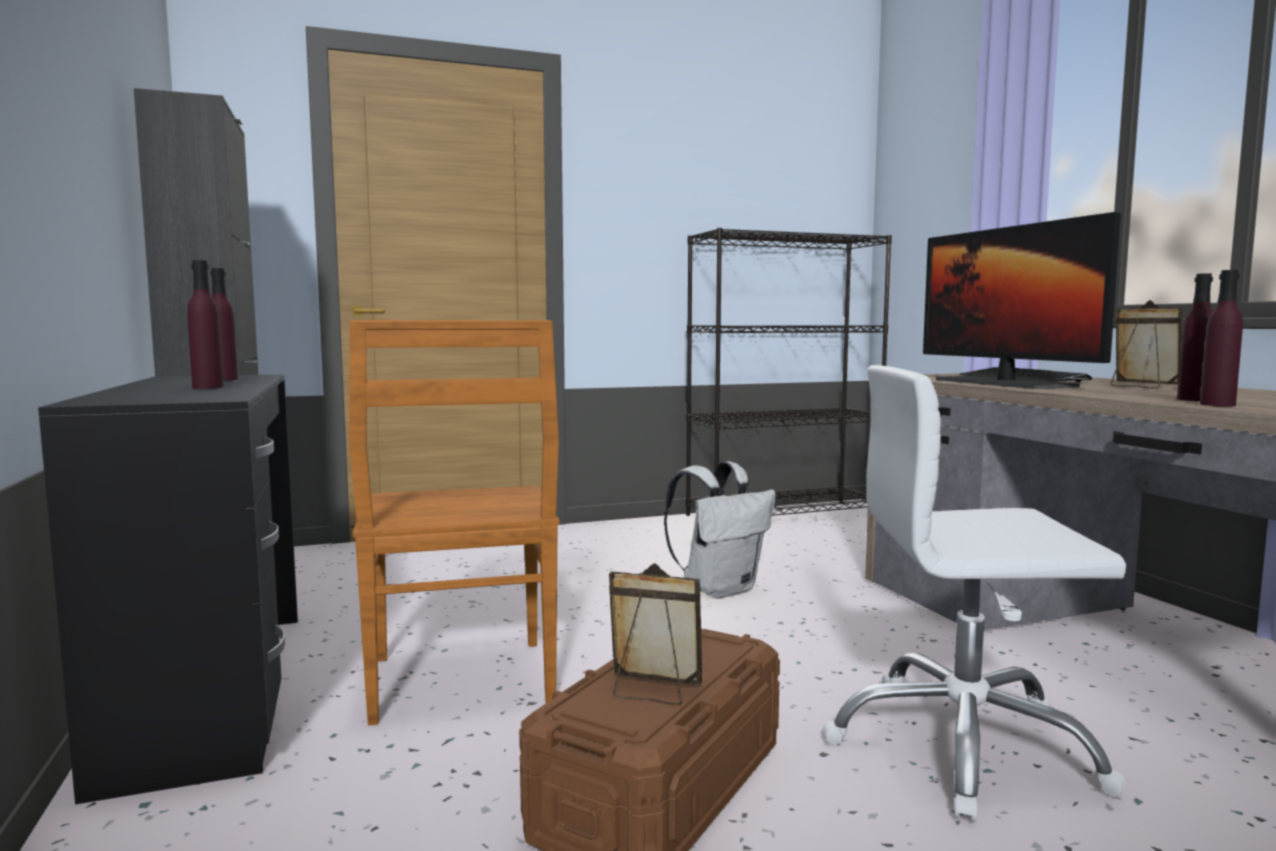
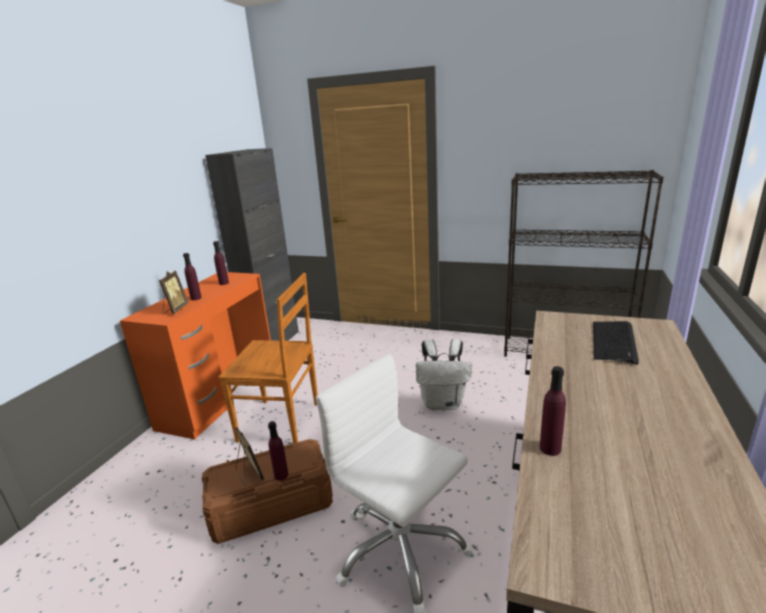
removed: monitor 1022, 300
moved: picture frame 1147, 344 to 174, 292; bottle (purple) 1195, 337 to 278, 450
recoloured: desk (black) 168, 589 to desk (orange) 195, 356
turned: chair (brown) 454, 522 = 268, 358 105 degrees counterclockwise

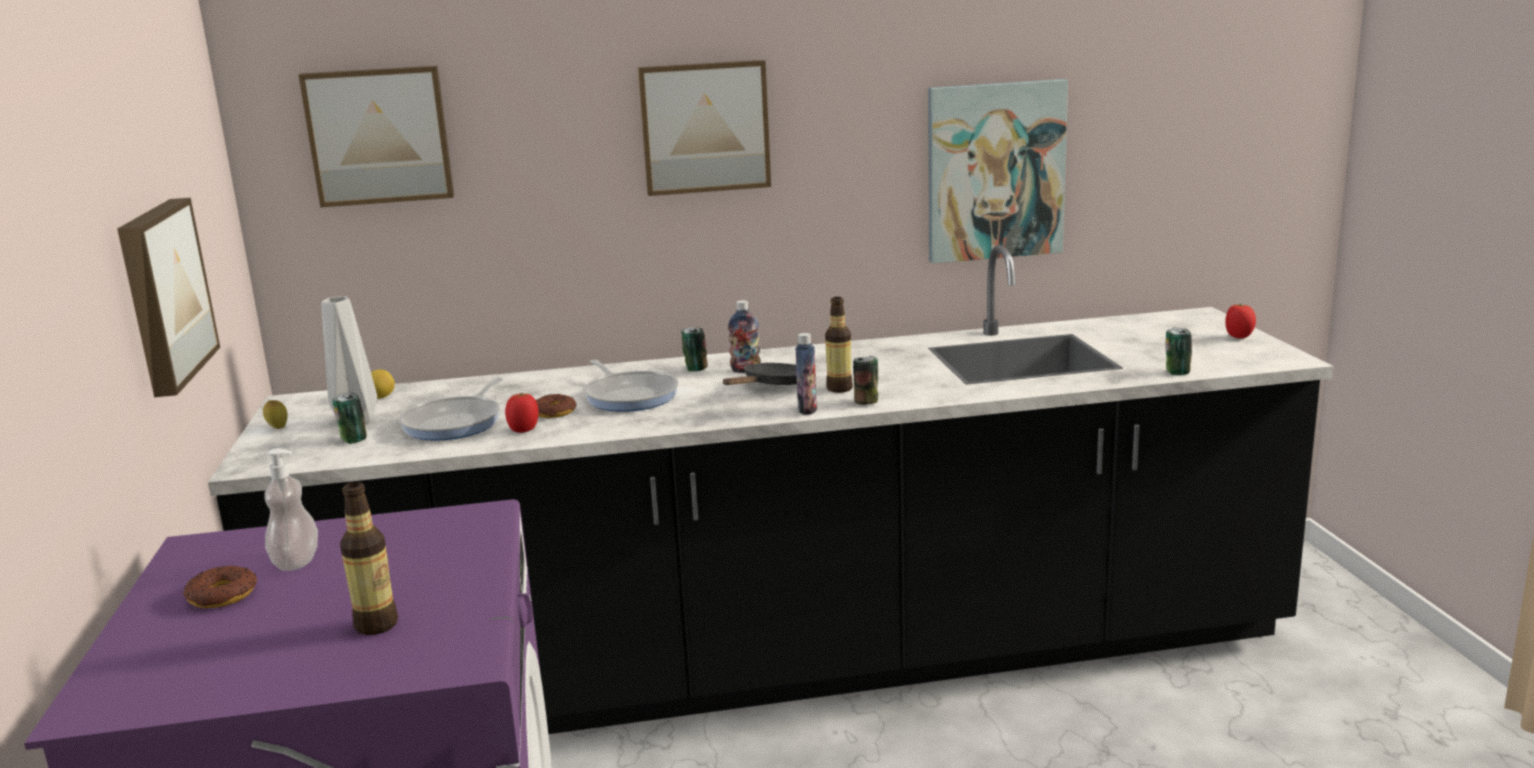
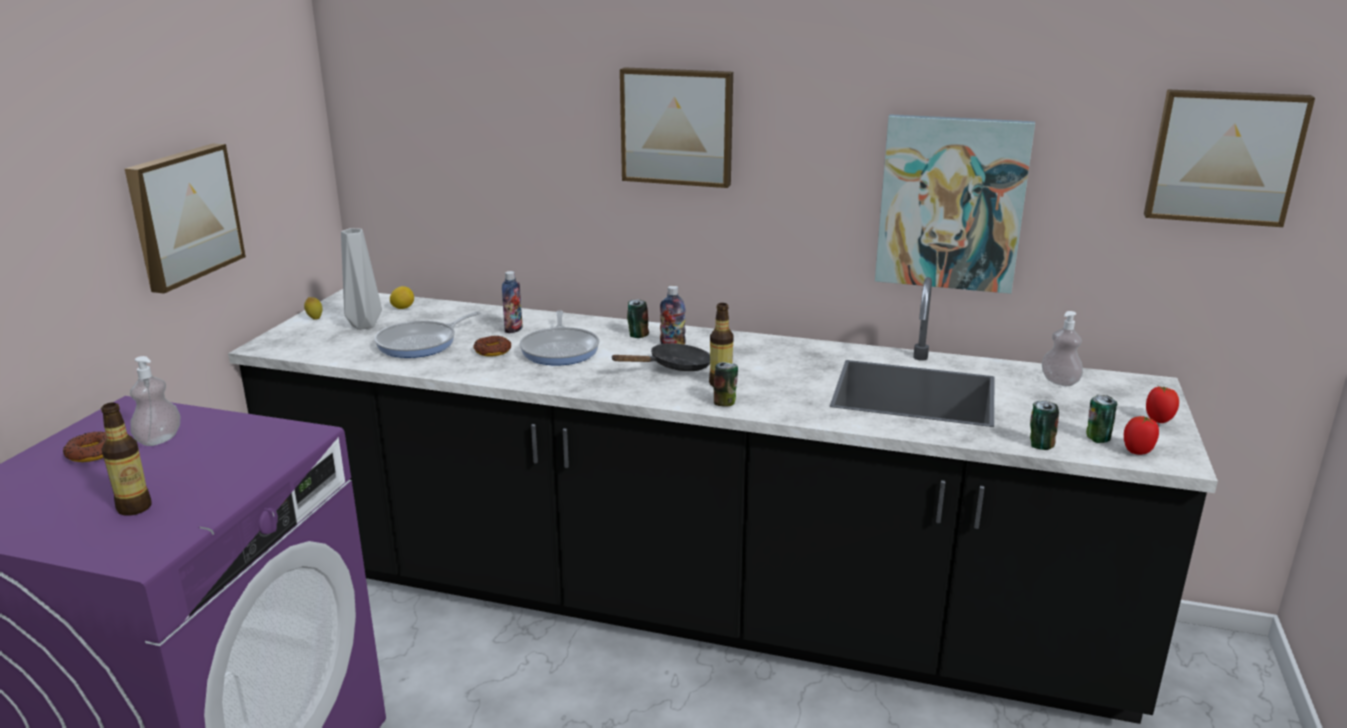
added: soap dispenser 1062, 348
moved: bottle 806, 374 to 512, 302; can 349, 418 to 1101, 419; tomato 522, 413 to 1141, 435; picture 376, 137 to 1229, 158

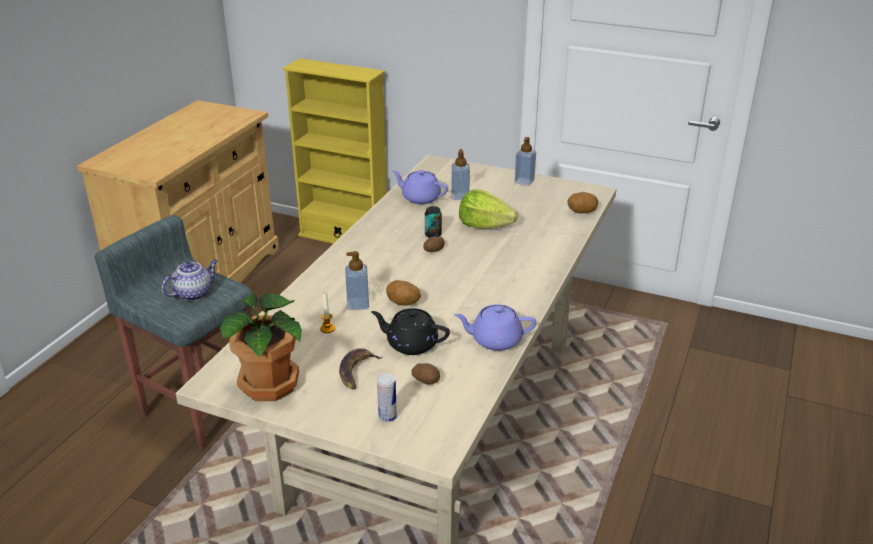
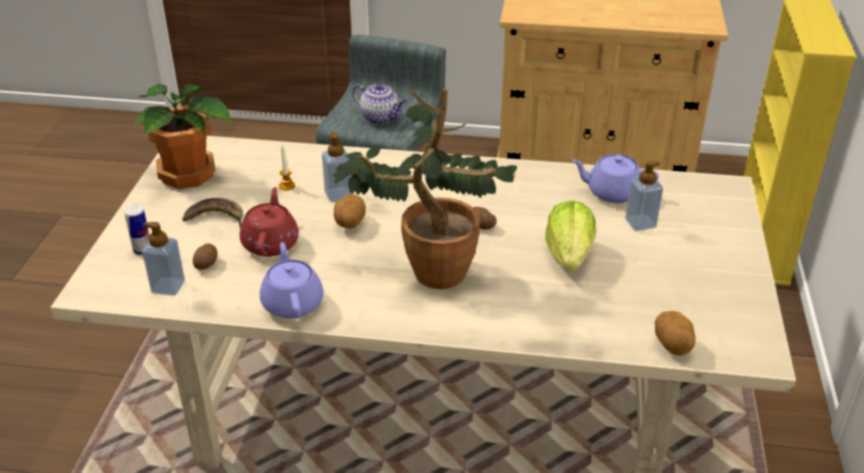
removed: can 433, 222
added: potted plant 425, 189
moved: soap dispenser 525, 161 to 163, 259
recoloured: teapot (black) 410, 331 to teapot (red) 269, 222
turned: teapot (purple) 420, 187 = 615, 178 90 degrees counterclockwise

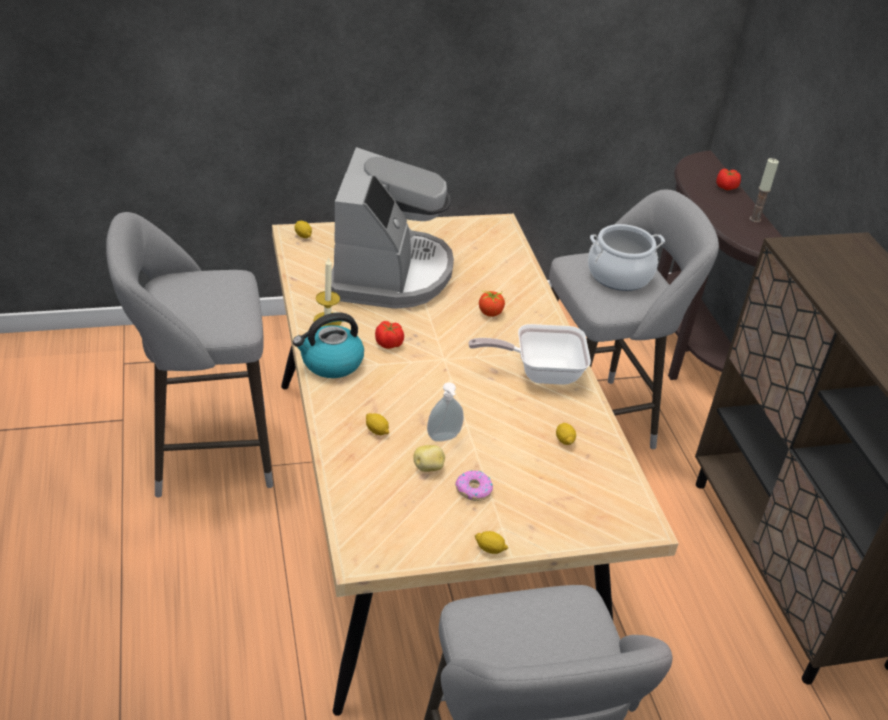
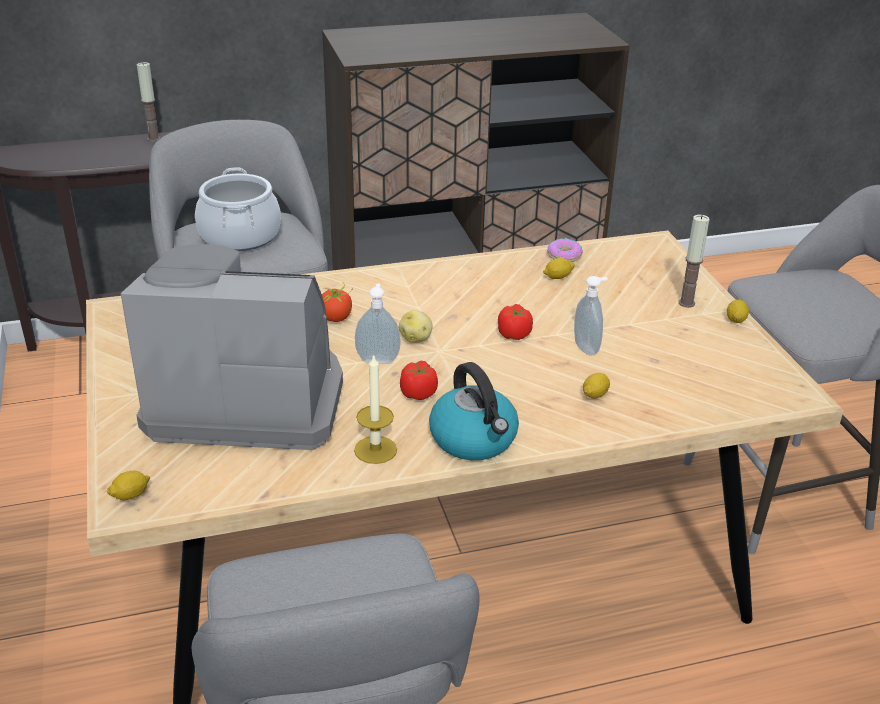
removed: frying pan 529, 354
added: soap dispenser 377, 324; candle 694, 261
moved: potato 429, 458 to 416, 326; tomato 728, 179 to 515, 322; donut 474, 486 to 565, 250

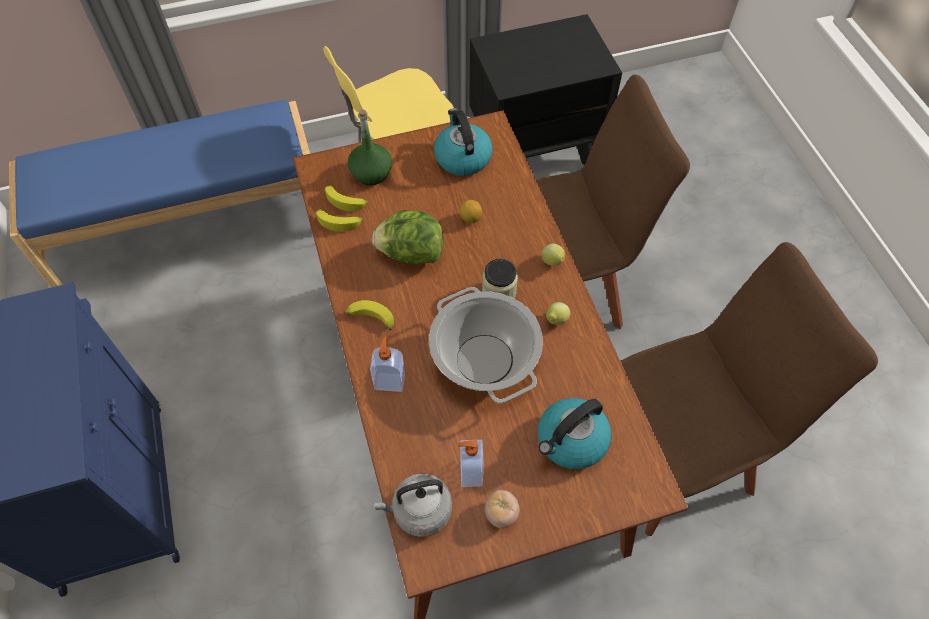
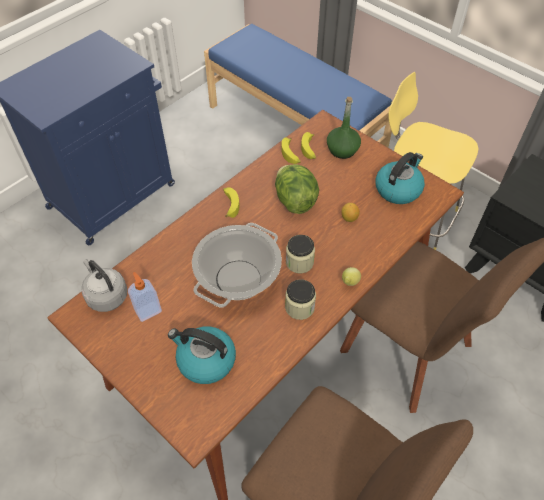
removed: soap dispenser 387, 364; tomato 502, 509
replaced: lemon 558, 313 to jar 300, 299

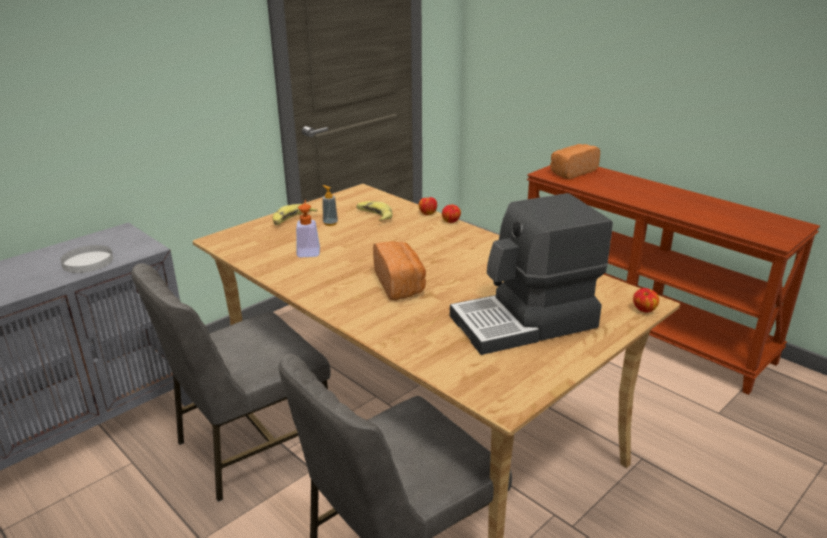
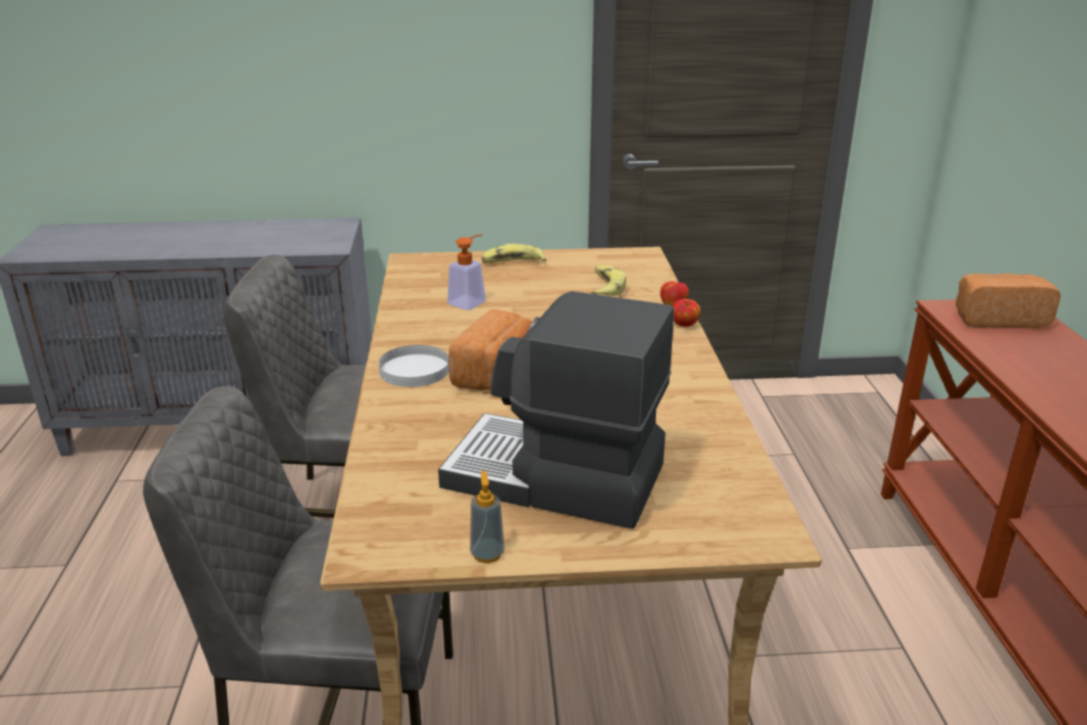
removed: apple 646, 300
moved: plate (white) 86, 259 to 414, 366; soap dispenser 330, 205 to 487, 516

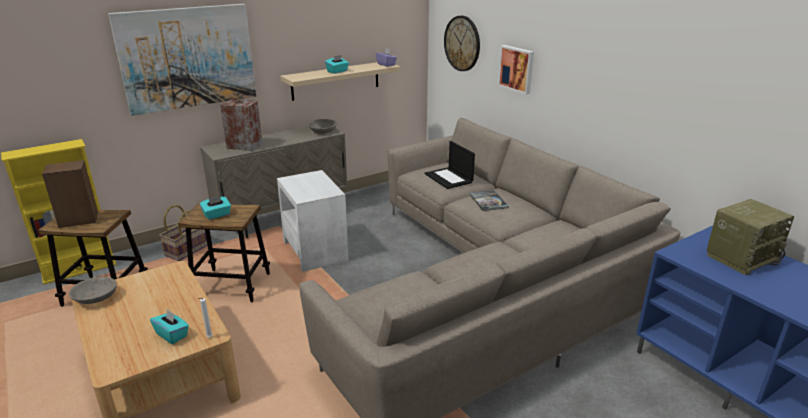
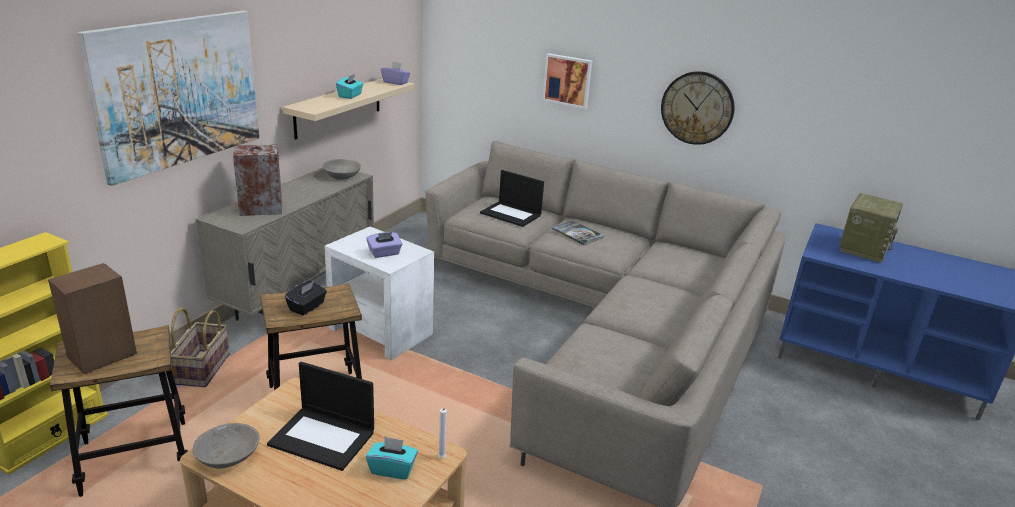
added: laptop 320, 416; tissue box (purple) 384, 245
moved: wall clock 462, 43 to 698, 108
recoloured: tissue box (turquoise) 215, 208 to tissue box (black) 306, 297

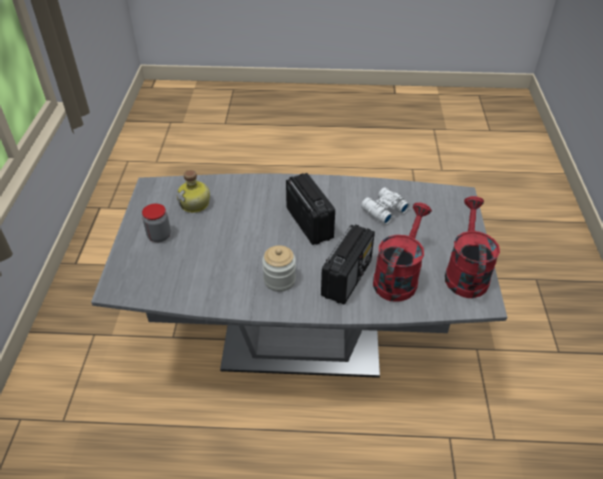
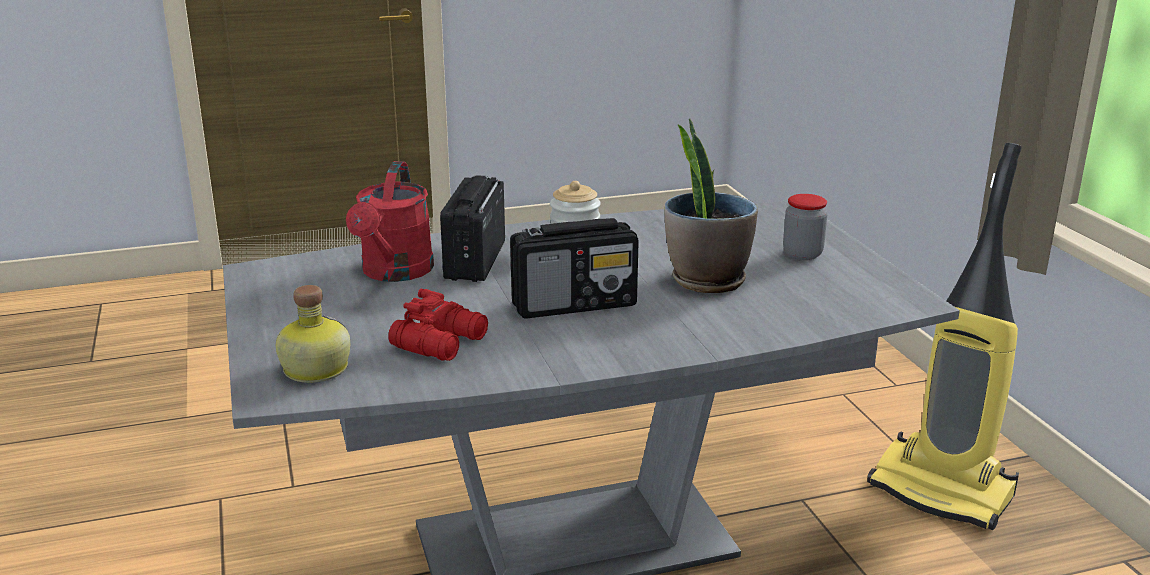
removed: watering can (red) 472, 247
added: potted plant 711, 205; vacuum cleaner 944, 336
moved: bottle 193, 191 to 313, 334
recoloured: binoculars (white) 385, 206 to binoculars (red) 438, 325
turned: radio 310, 209 = 574, 268 60 degrees counterclockwise

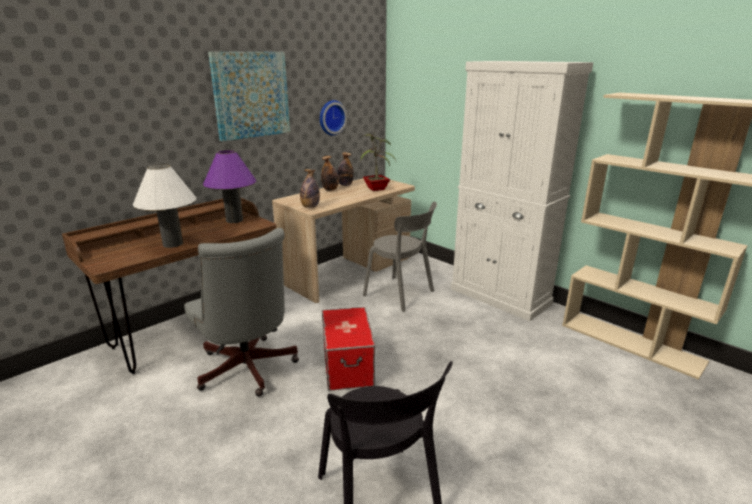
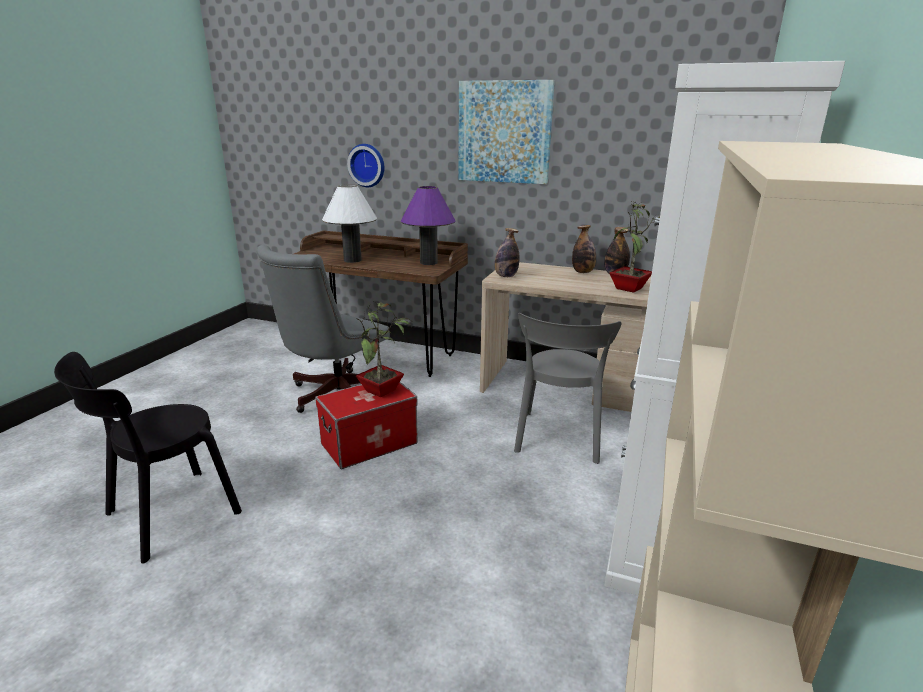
added: potted plant 383, 349
moved: wall clock 333, 118 to 365, 165

